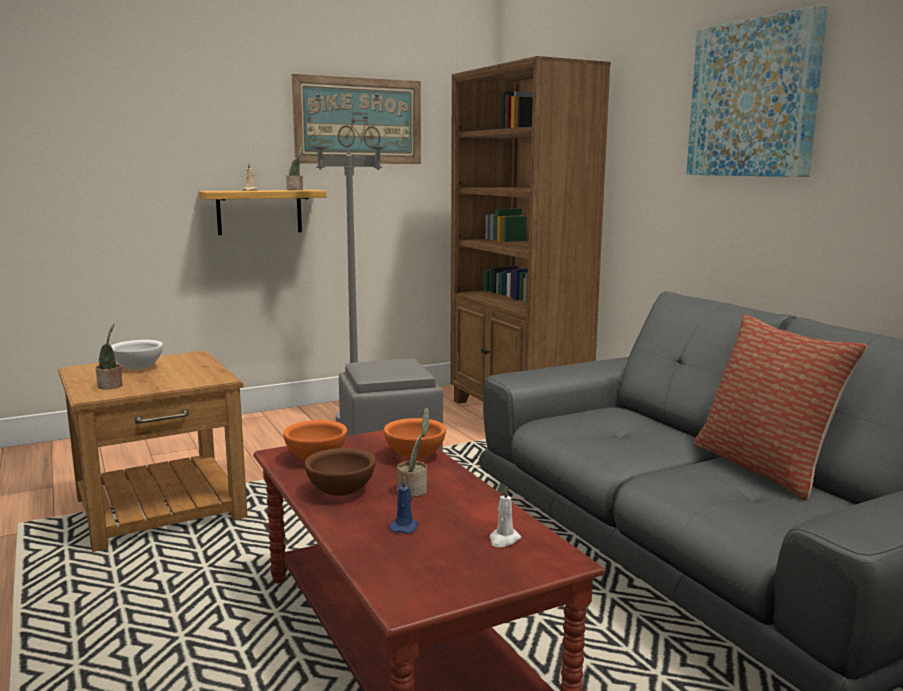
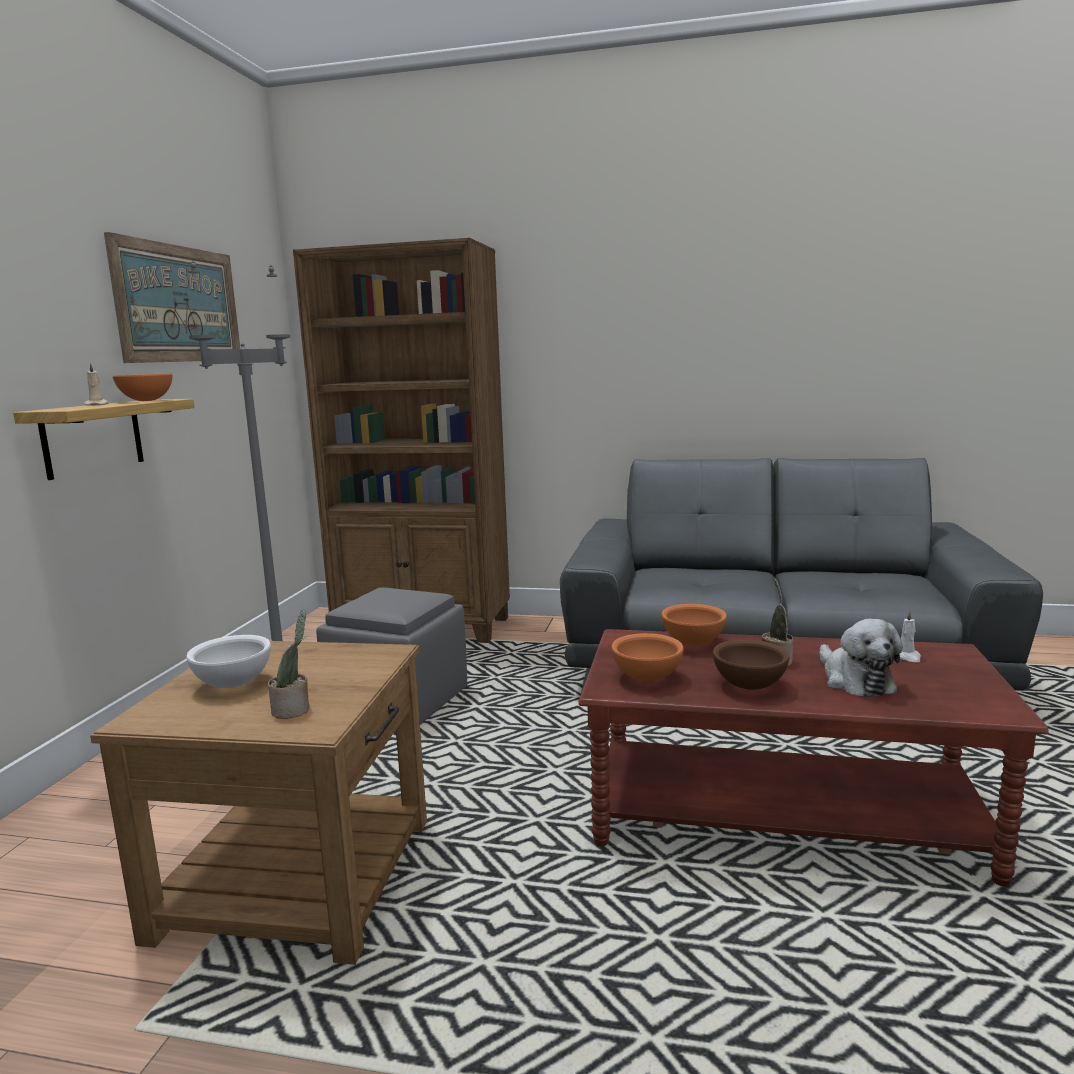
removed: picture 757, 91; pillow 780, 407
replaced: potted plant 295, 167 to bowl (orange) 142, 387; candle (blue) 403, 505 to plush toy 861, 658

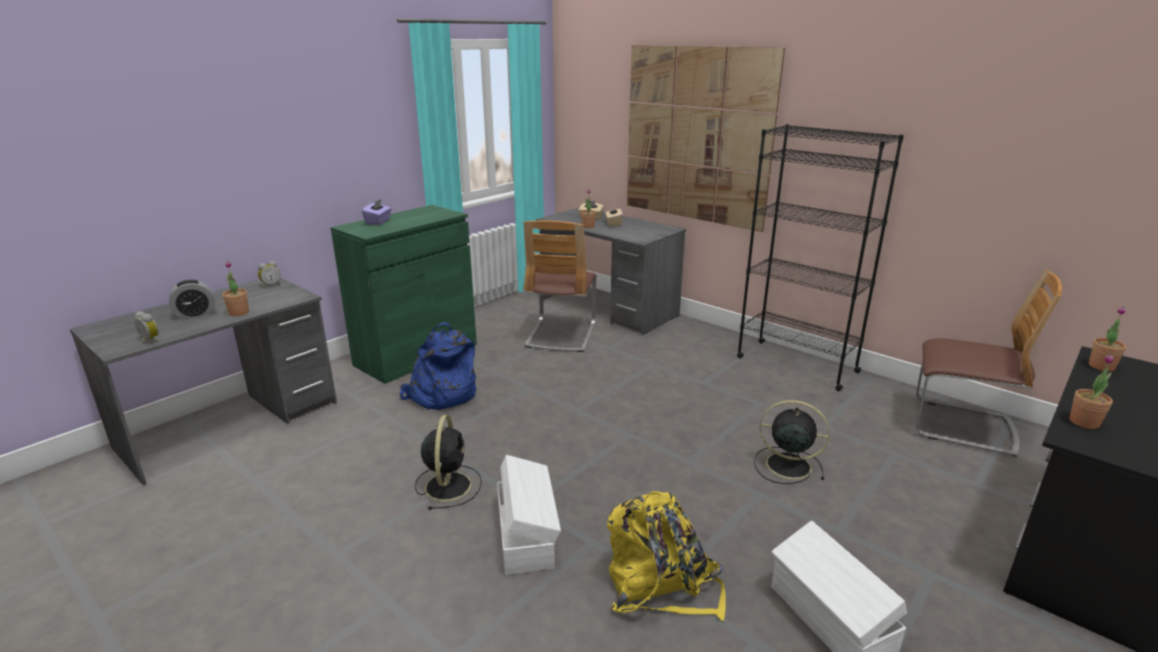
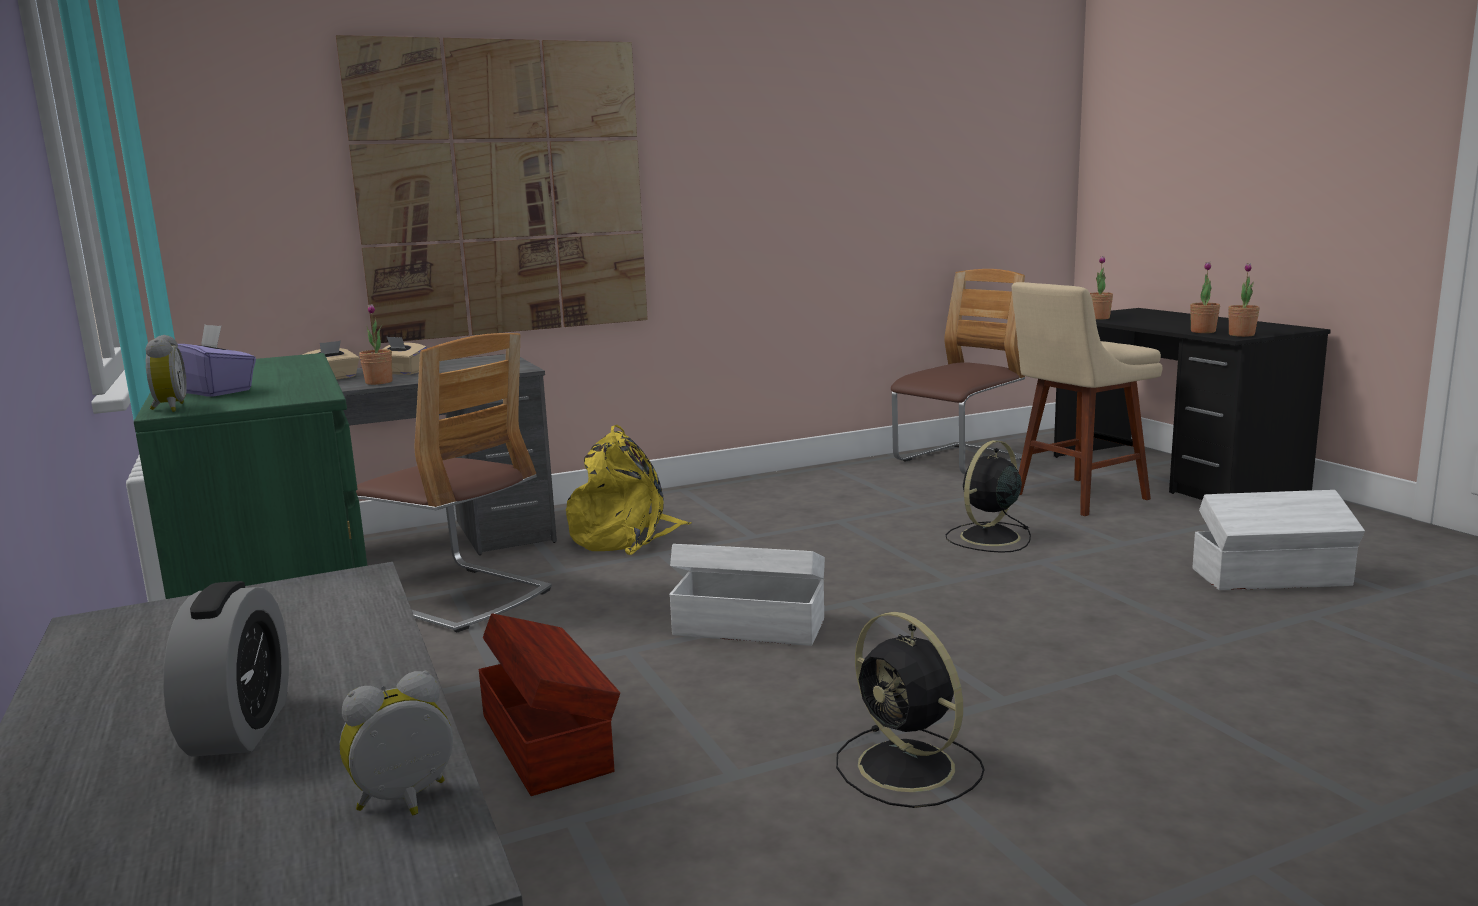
removed: bookcase (black) 820, 257
added: stool (beige) 1087, 399
moved: alarm clock 269, 274 to 166, 373; backpack (yellow) 666, 556 to 629, 490; storage box (white) 529, 515 to 747, 595; potted plant 236, 288 to 1244, 300
replaced: backpack (blue) 438, 366 to storage box (brown) 549, 704
turned: fan (black) 448, 462 = 910, 710 150 degrees counterclockwise

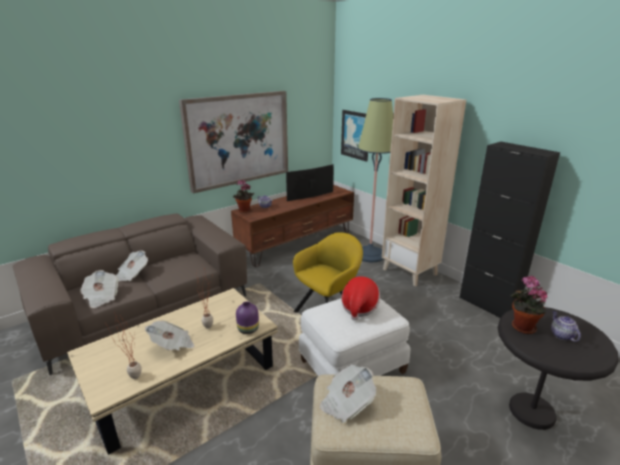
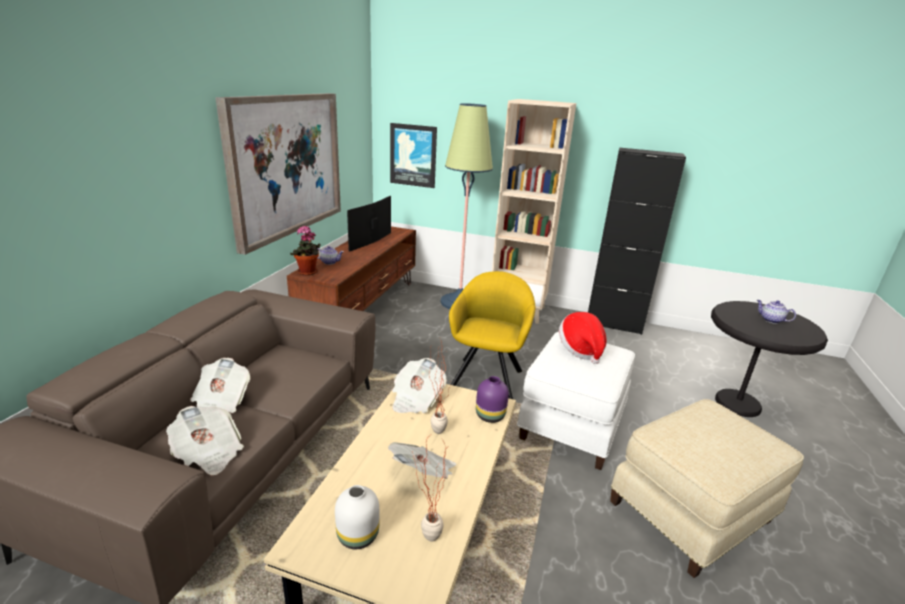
removed: potted plant 528, 305
added: vase (white) 357, 517
moved: newspaper 347, 394 to 419, 385

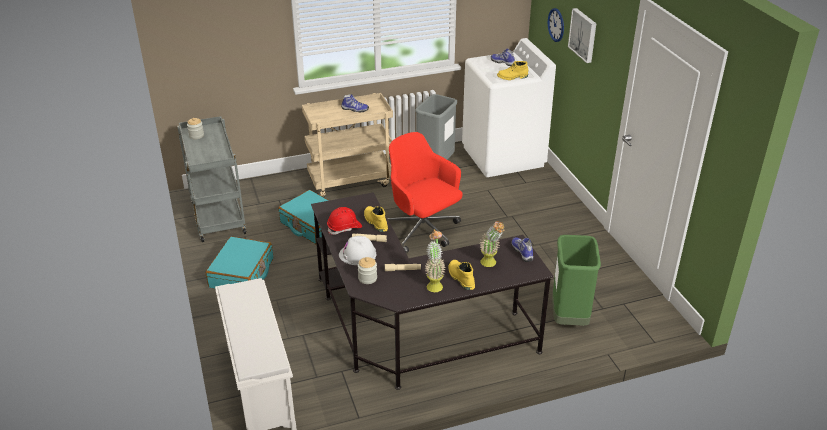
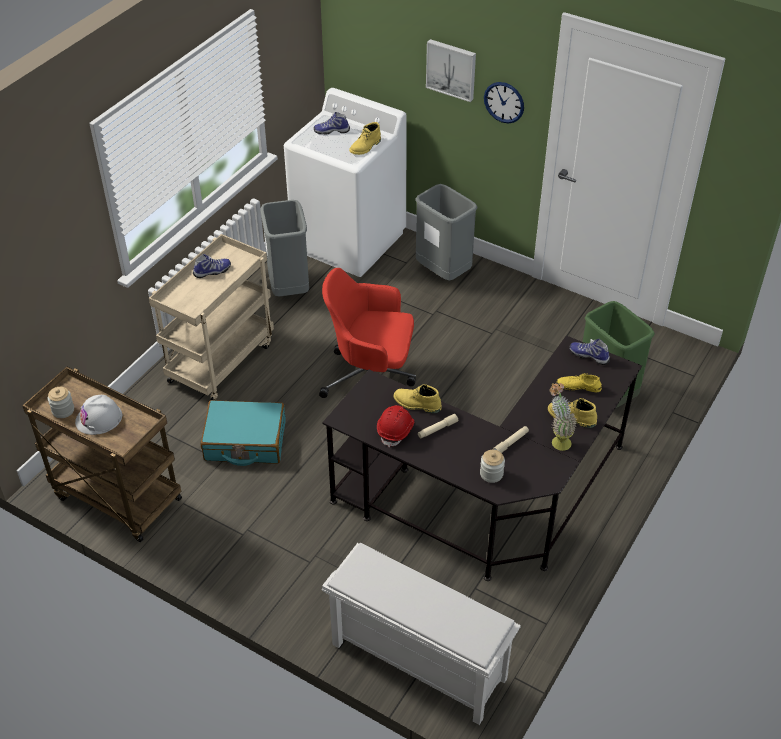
removed: suitcase (turquoise) 239, 263
added: trash can (grey) 446, 232
moved: hard hat (white) 357, 250 to 98, 415; wall clock 556, 25 to 504, 102
replaced: potted plant 492, 244 to shoe (yellow) 579, 382
recoloured: cart (grey) 211, 179 to cart (brown) 102, 454

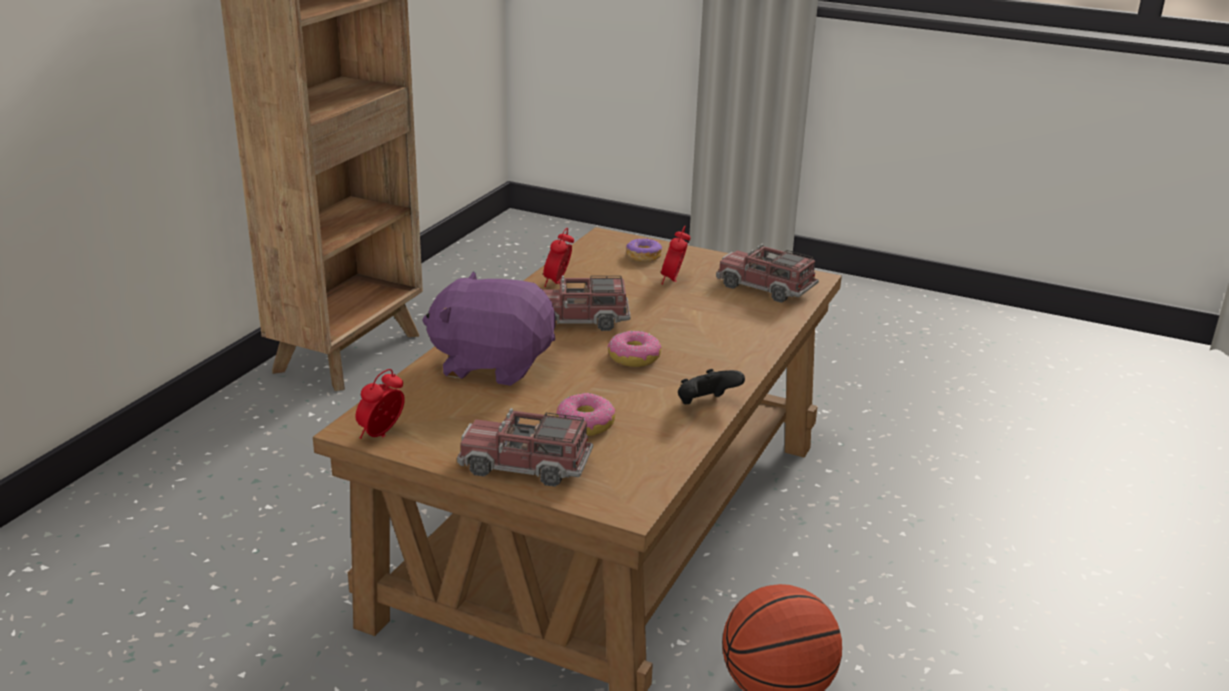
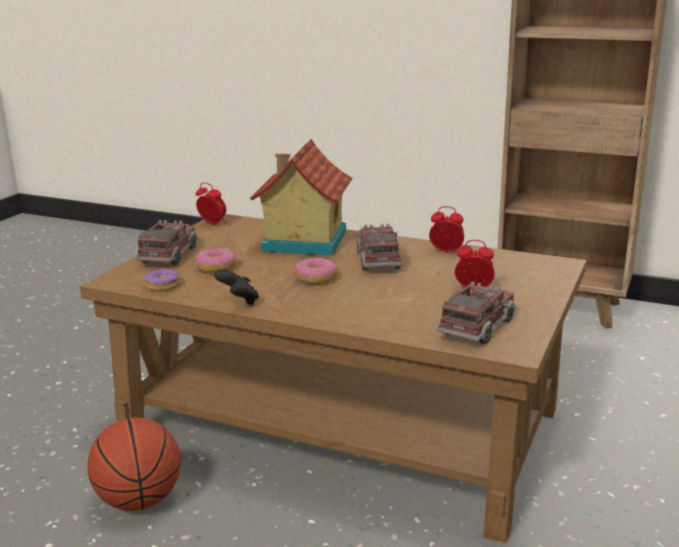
moved: donut 644, 249 to 162, 280
replaced: plush toy (purple) 489, 328 to toy house 301, 197

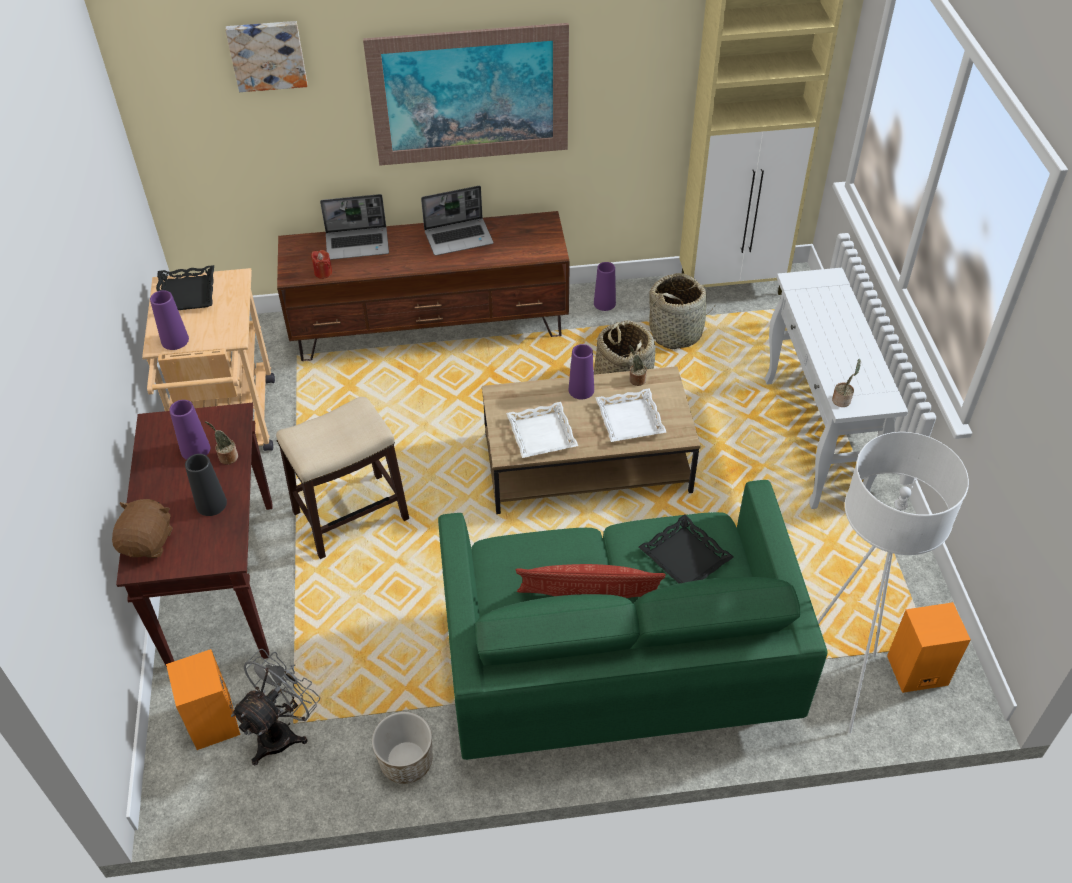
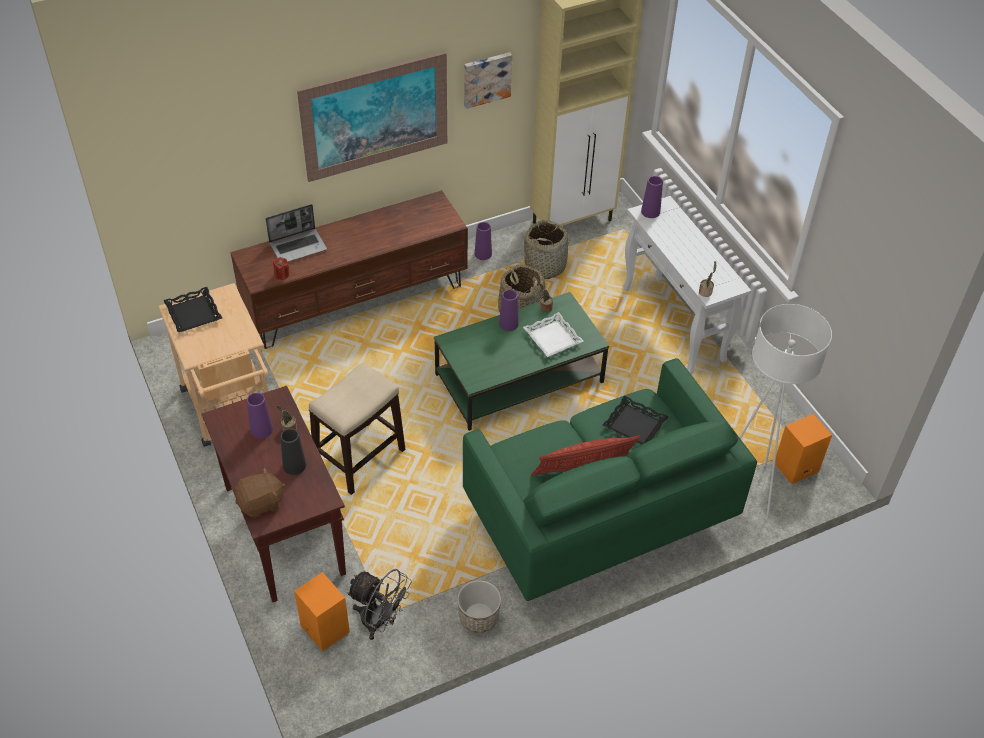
removed: laptop 457, 221; tray (white) 542, 430
moved: picture 266, 56 to 488, 80; vase (purple) 169, 320 to 652, 197
recoloured: coffee table (brown) 591, 440 to coffee table (green) 521, 361
turned: plush toy (brown) 142, 528 = 260, 492 75 degrees clockwise; fan (grey) 275, 707 = 379, 604 105 degrees clockwise

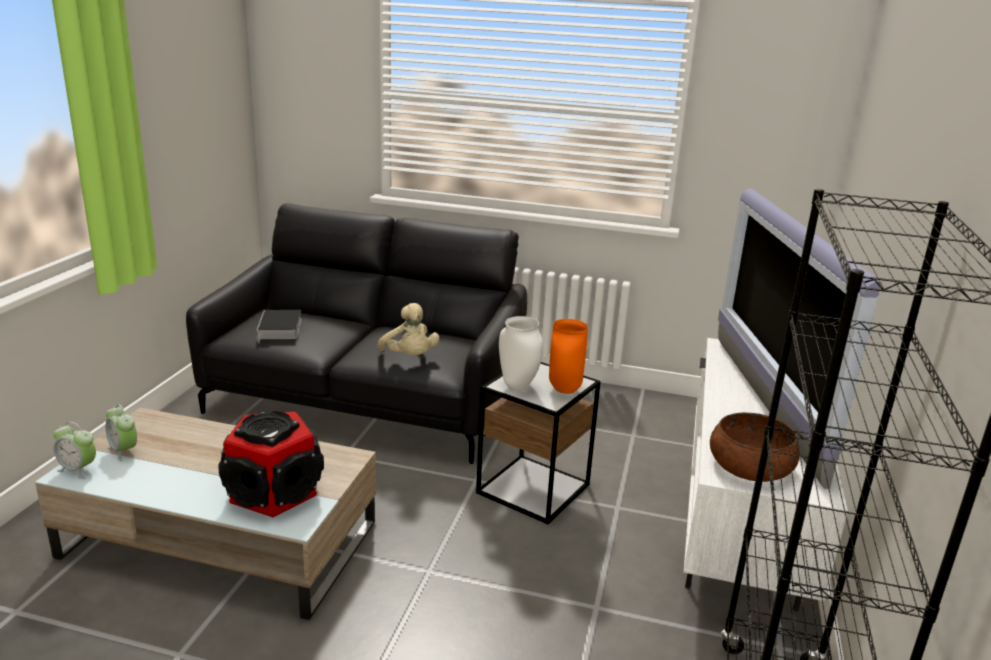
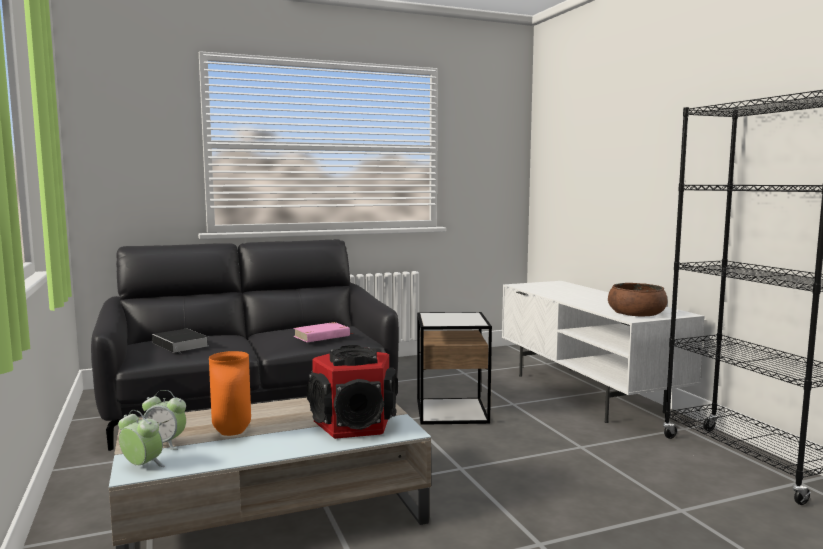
removed: vase (white) 521, 353; television 800, 339
moved: vase (orange) 568, 356 to 230, 393
replaced: plush toy (beige) 409, 329 to book (pink) 323, 332
turned: alarm clock 74, 450 = 141, 438 135 degrees counterclockwise

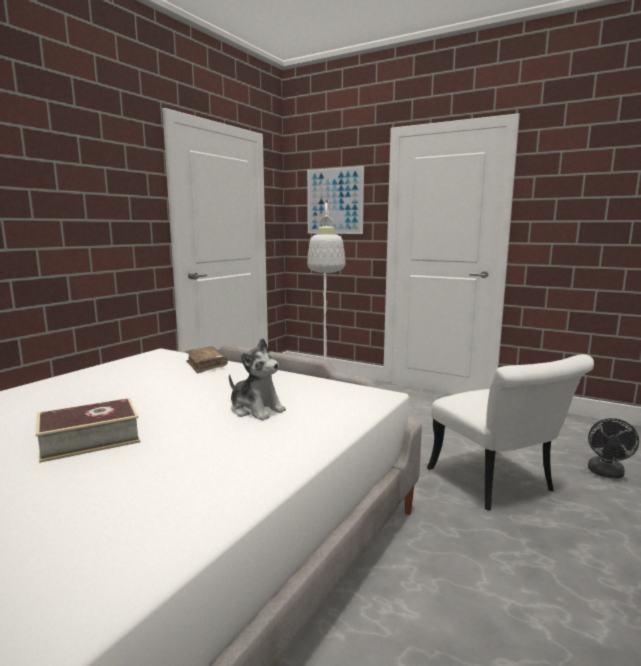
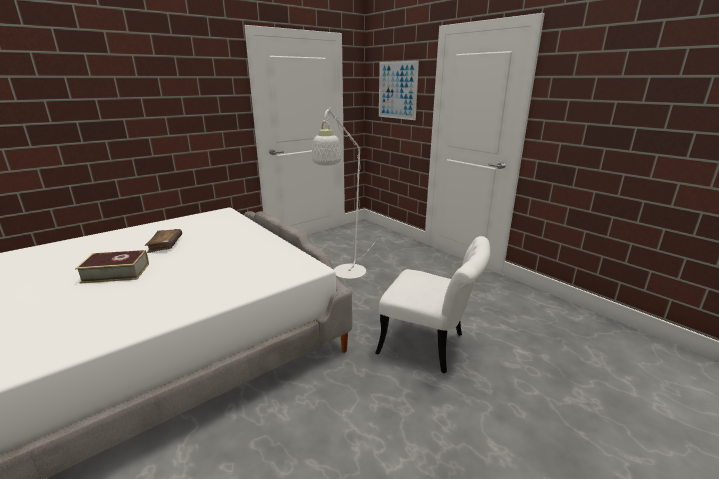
removed: plush toy 257, 379; fan (black) 613, 448
moved: book (brown) 206, 360 to 163, 241
turned: chair (white) 510, 432 = 432, 304 60 degrees counterclockwise

